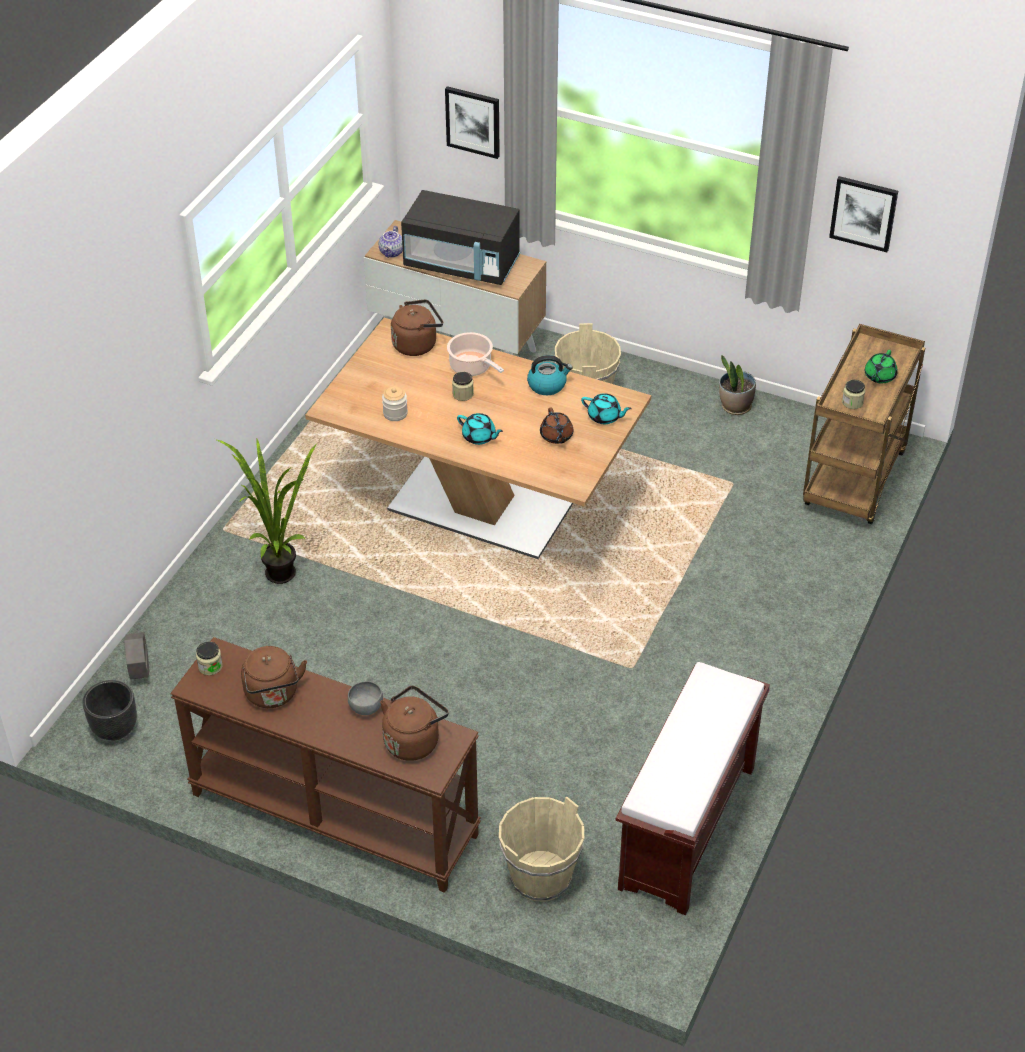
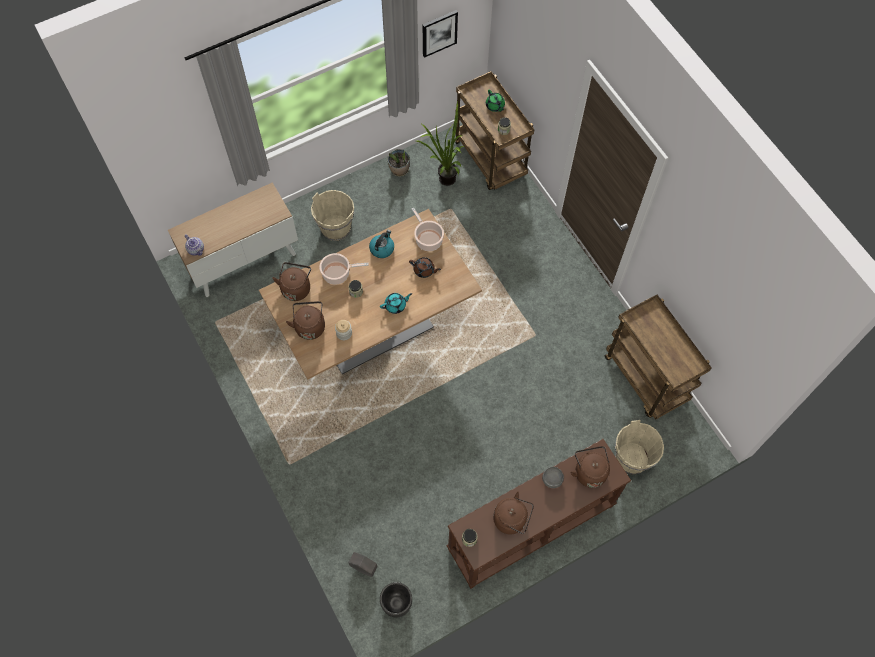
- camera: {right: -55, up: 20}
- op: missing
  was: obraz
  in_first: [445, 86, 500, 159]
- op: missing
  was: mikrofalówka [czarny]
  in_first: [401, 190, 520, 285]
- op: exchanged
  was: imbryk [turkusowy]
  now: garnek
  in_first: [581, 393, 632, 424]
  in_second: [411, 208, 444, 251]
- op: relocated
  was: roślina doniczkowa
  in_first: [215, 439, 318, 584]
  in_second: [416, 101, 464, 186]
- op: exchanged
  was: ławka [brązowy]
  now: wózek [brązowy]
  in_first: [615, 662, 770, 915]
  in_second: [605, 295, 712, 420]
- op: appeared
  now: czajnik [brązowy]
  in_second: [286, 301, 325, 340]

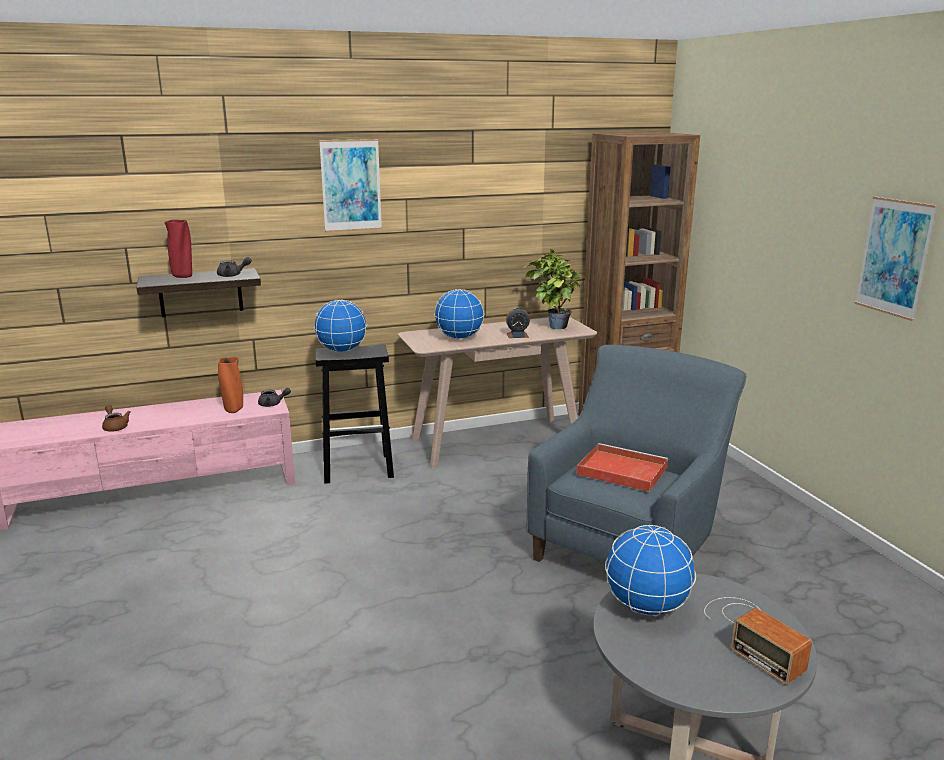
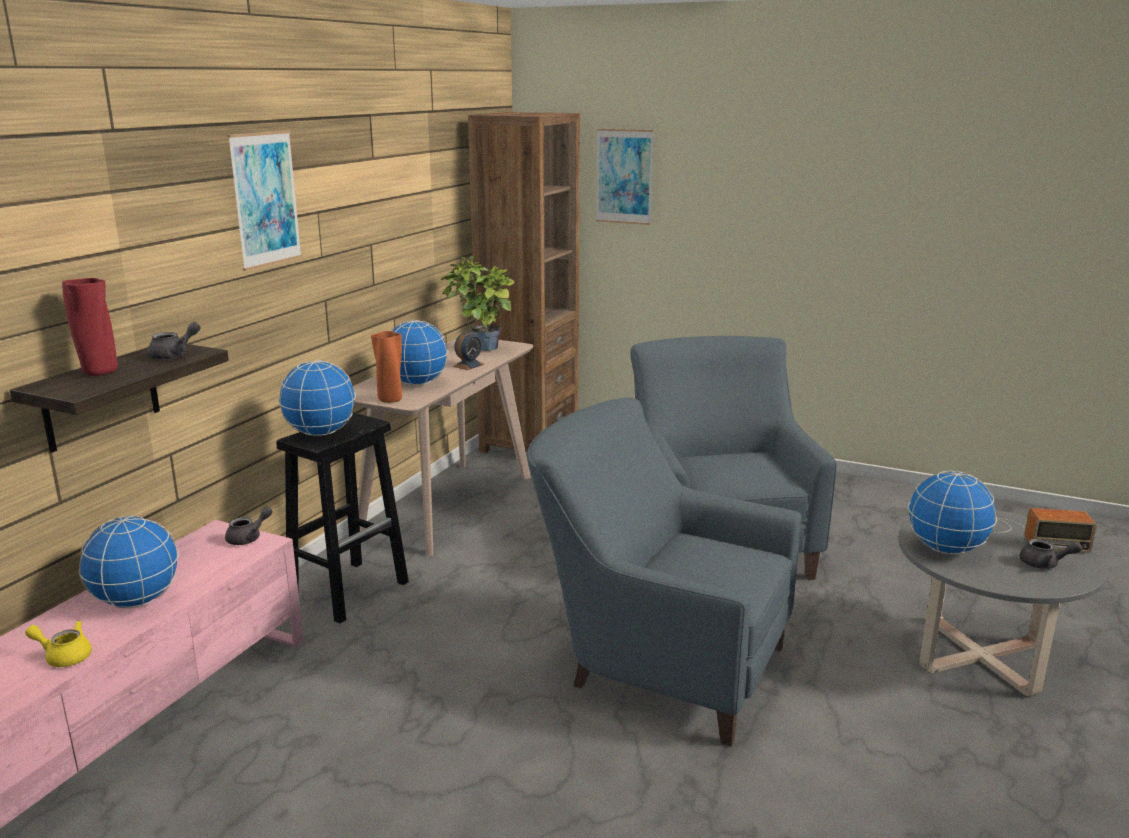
- camera: {right: -45, up: 0}
- op: relocated
  was: obraz
  in_first: [854, 196, 938, 321]
  in_second: [596, 129, 654, 225]
- op: relocated
  was: wazon [pomarańczowy]
  in_first: [218, 357, 243, 413]
  in_second: [371, 331, 402, 403]
- op: colour
  was: imbryk [brązowy]
  now: imbryk [żółty]
  in_first: [102, 405, 130, 432]
  in_second: [25, 621, 92, 667]
- op: missing
  was: taca [czerwony]
  in_first: [577, 443, 668, 492]
- op: appeared
  now: fotel [niebieski]
  in_second: [527, 398, 802, 747]
- op: appeared
  now: globus
  in_second: [79, 516, 179, 608]
- op: appeared
  now: imbryk [szary]
  in_second: [1020, 539, 1083, 569]

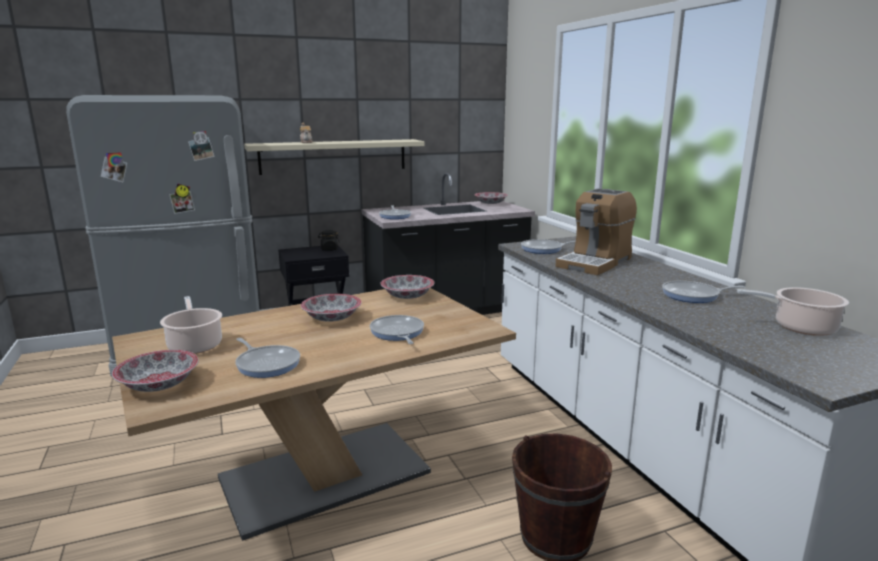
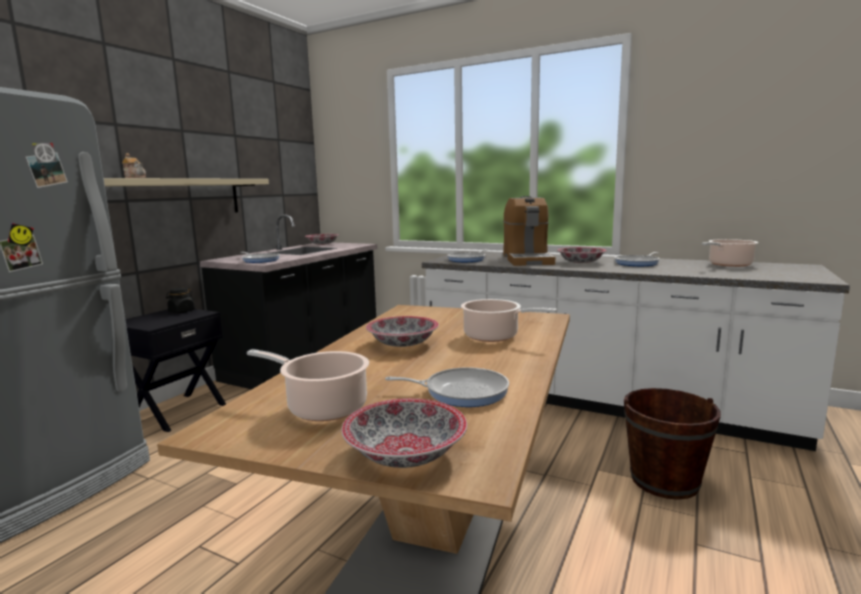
- camera: {right: -40, up: -5}
- op: relocated
  was: miska
  in_first: [380, 275, 434, 299]
  in_second: [557, 247, 607, 263]
- op: exchanged
  was: patelnia
  now: garnek
  in_first: [370, 315, 424, 344]
  in_second: [461, 299, 557, 342]

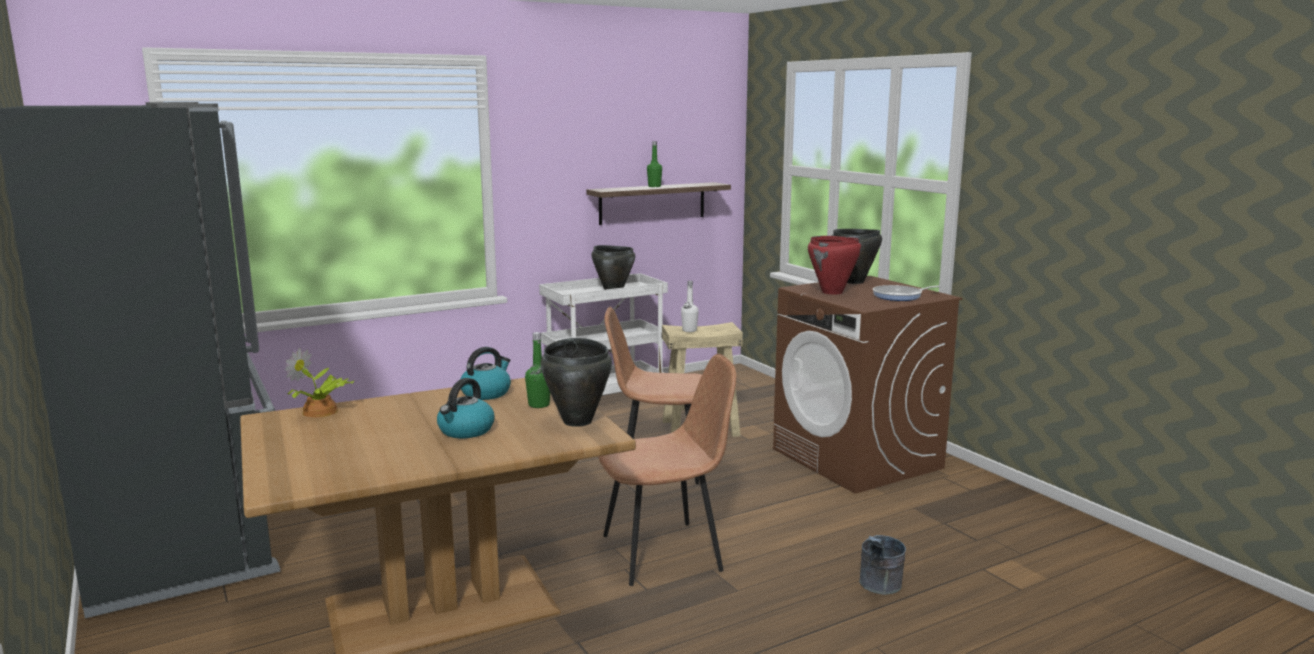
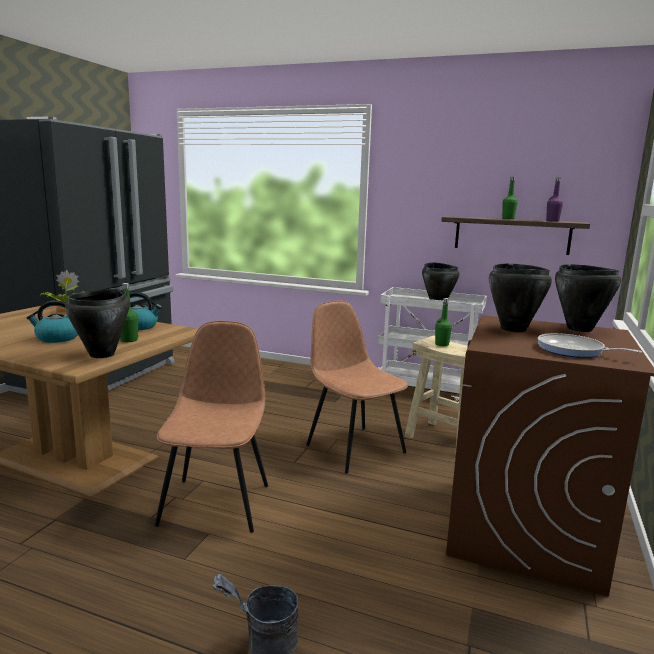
- camera: {right: 50, up: 0}
- op: colour
  was: garnek [czerwony]
  now: garnek [czarny]
  in_first: [808, 236, 861, 294]
  in_second: [489, 263, 552, 332]
- op: colour
  was: butelka [biały]
  now: butelka [zielony]
  in_first: [681, 281, 699, 332]
  in_second: [435, 298, 452, 346]
- op: spun
  was: krzesło [brązowy]
  in_first: [598, 354, 736, 586]
  in_second: [155, 321, 268, 533]
  clockwise: -120
- op: appeared
  now: butelka [fioletowy]
  in_second: [546, 177, 563, 222]

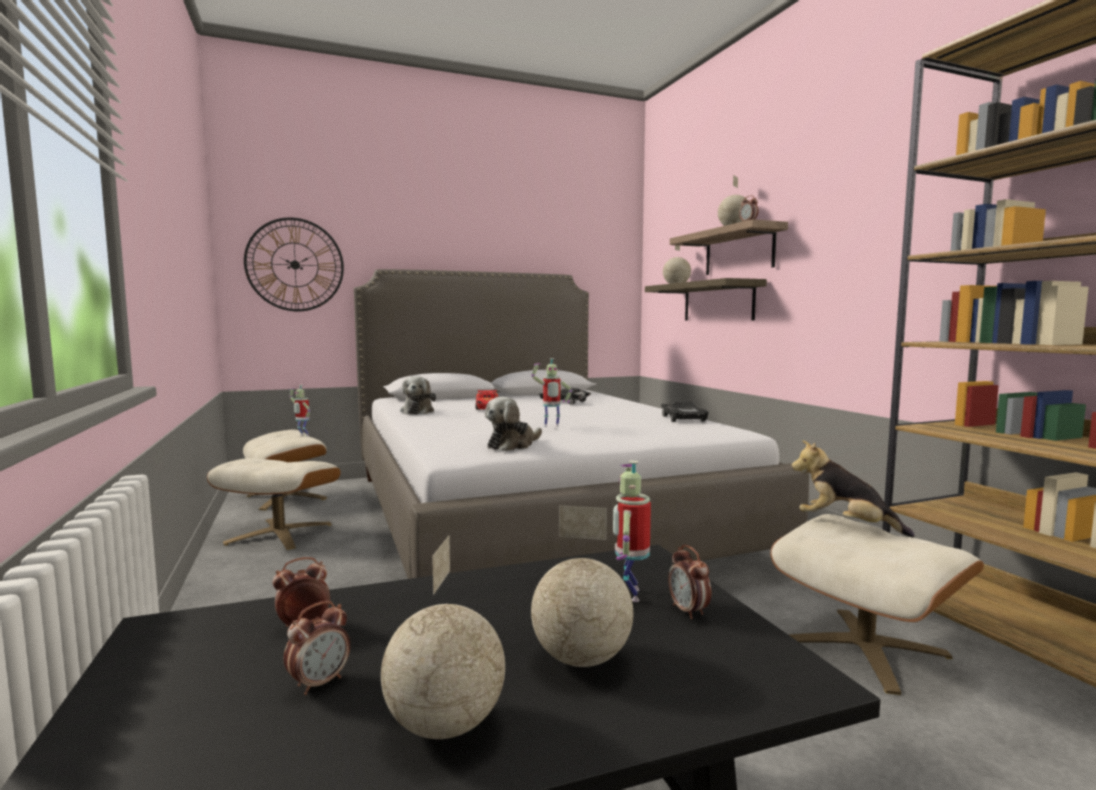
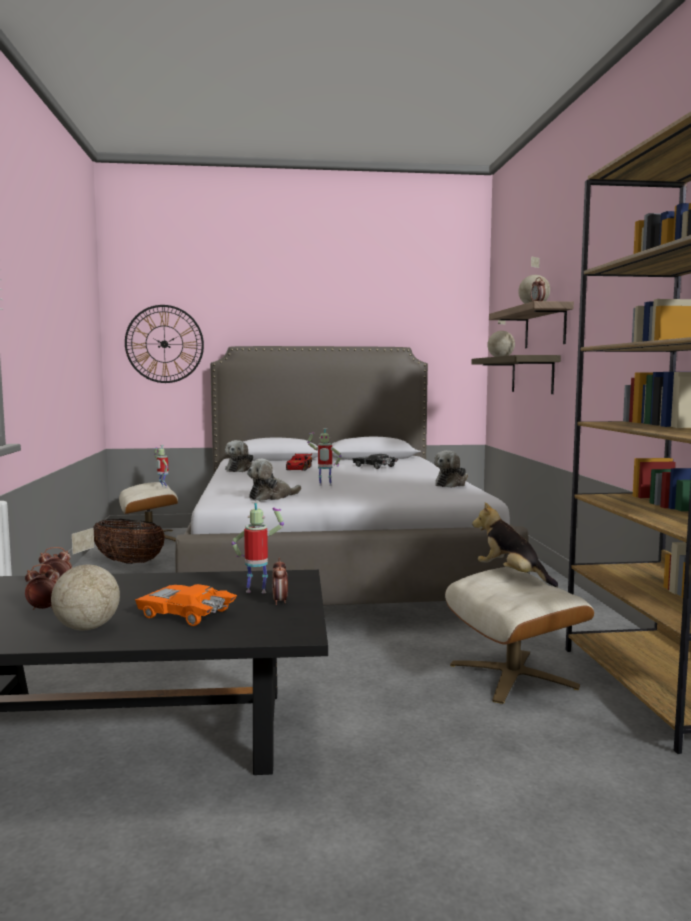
- camera: {right: 15, up: 0}
- op: exchanged
  was: samochodzik [czarny]
  now: pluszak
  in_first: [661, 401, 709, 422]
  in_second: [434, 450, 468, 488]
- op: exchanged
  was: pufa [beżowy]
  now: koszyk
  in_first: [207, 458, 341, 550]
  in_second: [93, 519, 165, 564]
- op: spun
  was: robot zabawkowy
  in_first: [613, 461, 651, 602]
  in_second: [231, 501, 284, 593]
  clockwise: 75
- op: exchanged
  was: globus
  now: samochodzik [pomarańczowy]
  in_first: [531, 505, 633, 667]
  in_second: [135, 584, 237, 626]
- op: spun
  was: budzik
  in_first: [284, 601, 350, 695]
  in_second: [25, 564, 59, 610]
  clockwise: -150

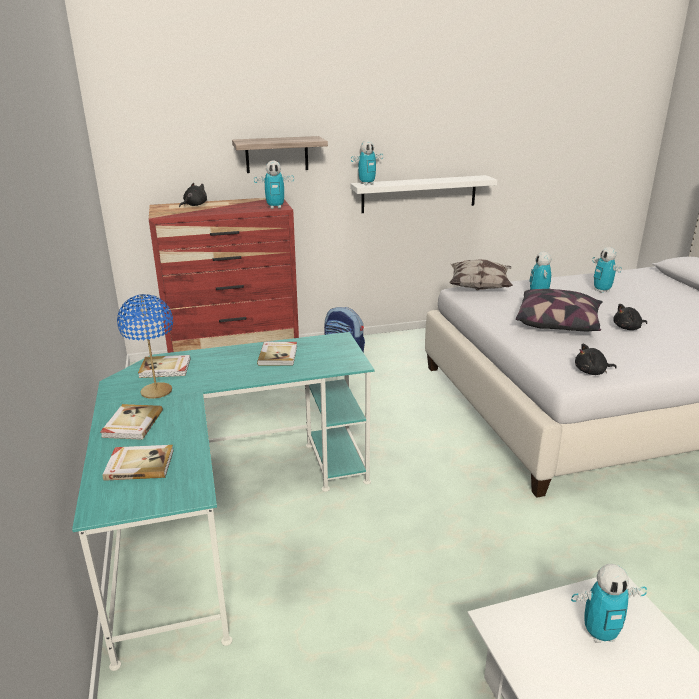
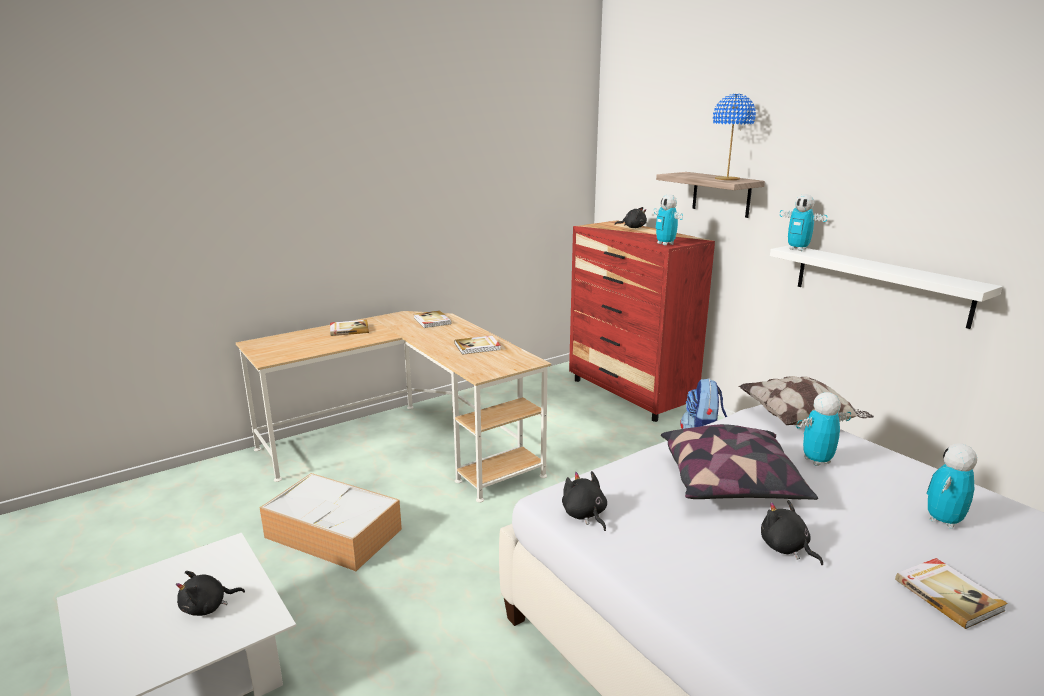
- camera: {right: 70, up: -5}
- op: relocated
  was: lampa stołowa [niebieski]
  in_first: [117, 294, 173, 399]
  in_second: [713, 94, 756, 180]
- op: colour
  was: biurko [turkusowy]
  now: biurko [beżowy]
  in_first: [72, 332, 375, 671]
  in_second: [236, 311, 551, 502]
- op: relocated
  was: książka
  in_first: [103, 445, 174, 481]
  in_second: [895, 558, 1008, 629]
- op: exchanged
  was: robot zabawkowy
  now: pluszak [czarny]
  in_first: [571, 564, 647, 643]
  in_second: [176, 571, 245, 616]
- op: appeared
  now: pojemnik do przechowywania
  in_second: [259, 473, 402, 571]

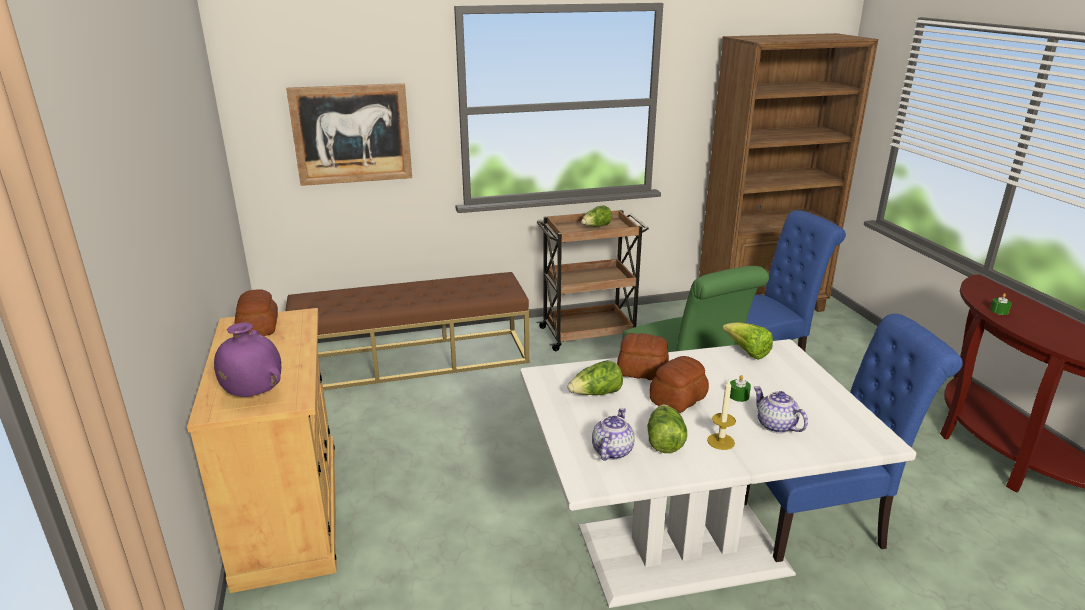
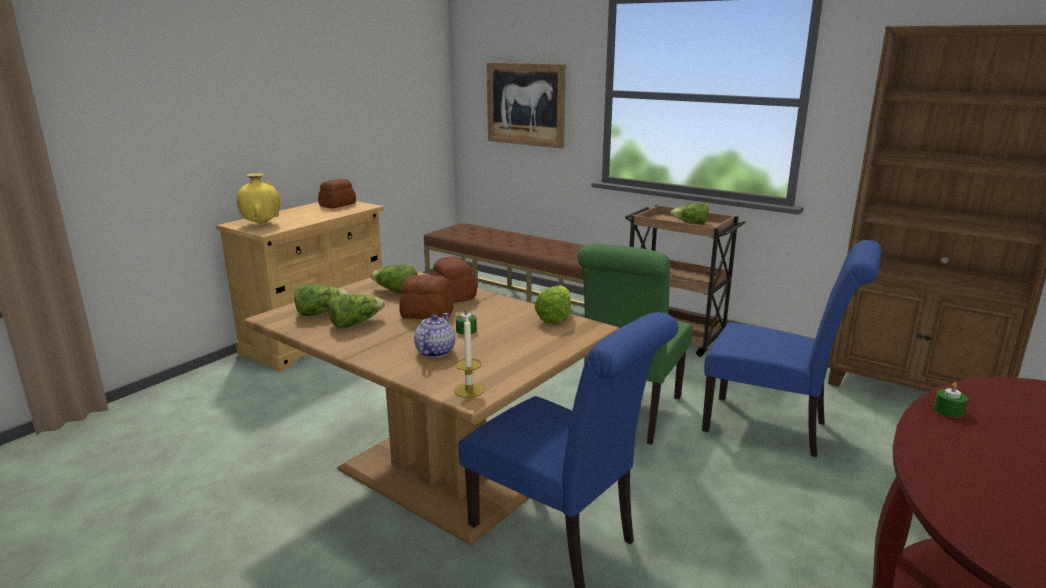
- camera: {right: 50, up: -5}
- op: colour
  was: wazon [fioletowy]
  now: wazon [żółty]
  in_first: [214, 323, 281, 397]
  in_second: [237, 173, 280, 225]
- op: colour
  was: stół jadalny [biały]
  now: stół jadalny [brązowy]
  in_first: [520, 339, 916, 608]
  in_second: [244, 271, 619, 545]
- op: relocated
  was: świeca
  in_first: [707, 380, 736, 450]
  in_second: [454, 317, 484, 398]
- op: exchanged
  was: imbryk
  now: sałata
  in_first: [592, 408, 635, 461]
  in_second: [295, 284, 350, 316]

